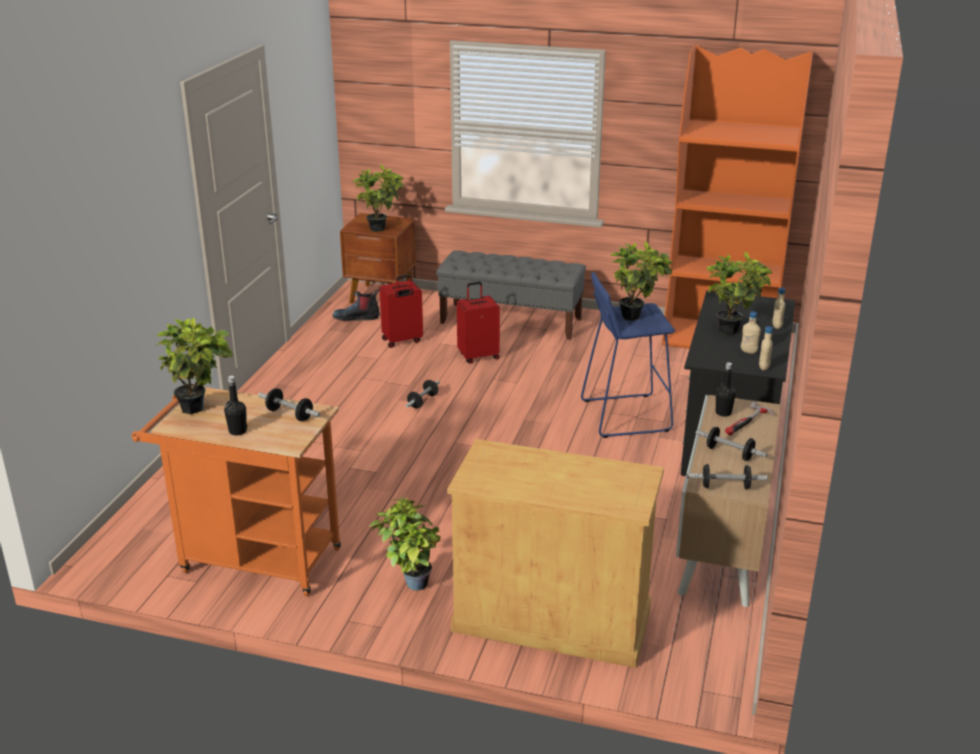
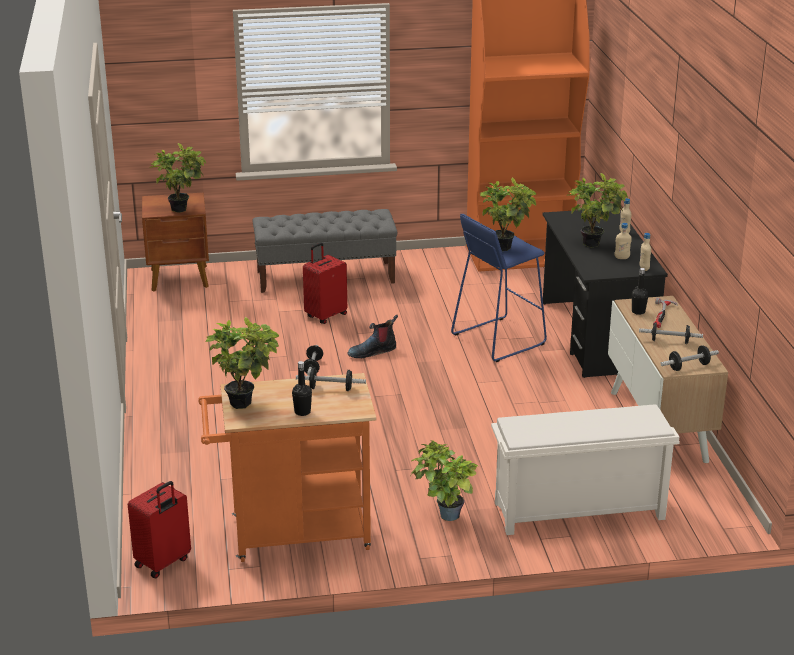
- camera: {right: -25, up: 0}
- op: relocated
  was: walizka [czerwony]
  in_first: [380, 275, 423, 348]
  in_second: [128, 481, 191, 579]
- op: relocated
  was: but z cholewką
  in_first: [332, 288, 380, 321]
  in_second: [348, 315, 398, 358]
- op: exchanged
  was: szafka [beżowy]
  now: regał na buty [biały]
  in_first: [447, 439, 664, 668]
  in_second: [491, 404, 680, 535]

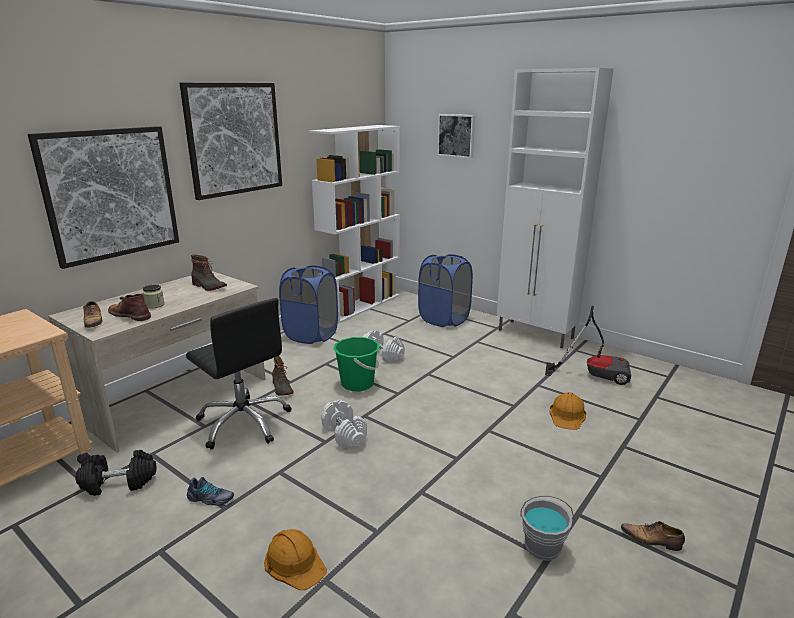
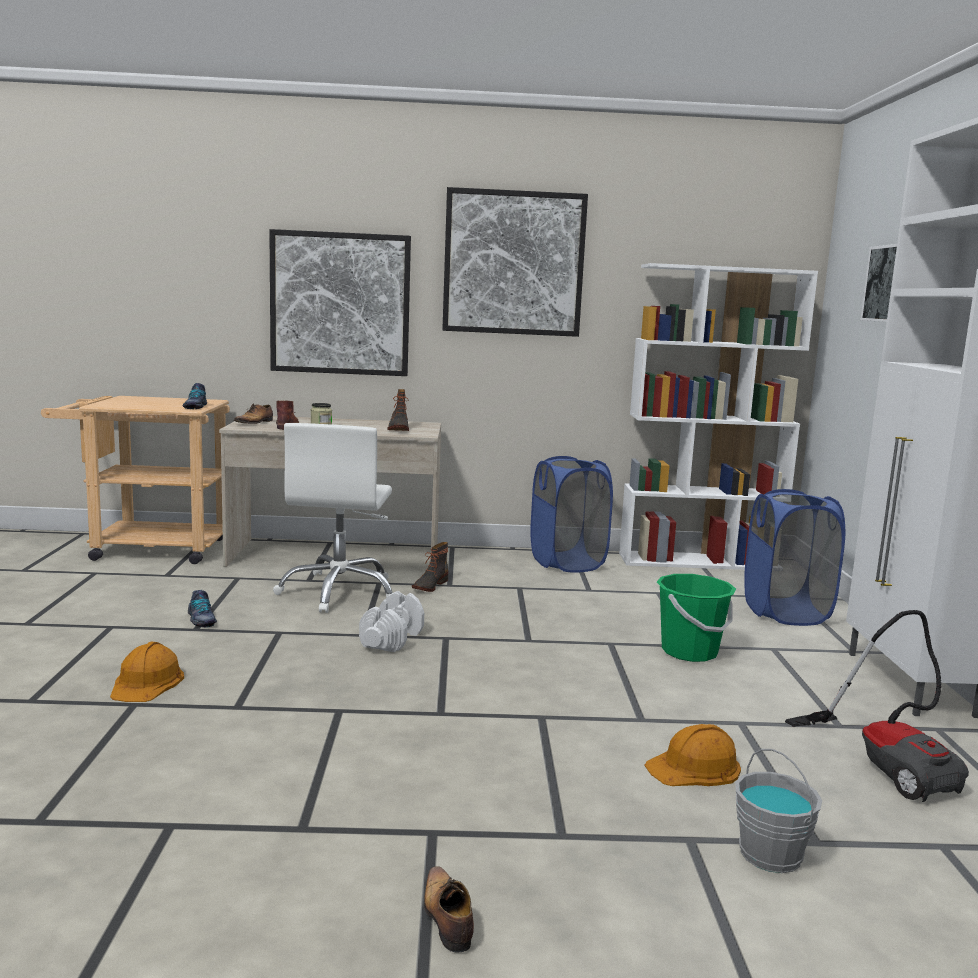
- camera: {right: 50, up: -10}
- op: colour
  was: krzesło biurowe [czarny]
  now: krzesło biurowe [biały]
  in_first: [186, 298, 292, 449]
  in_second: [273, 423, 392, 613]
- op: missing
  was: hantel [biały]
  in_first: [363, 330, 405, 362]
- op: relocated
  was: wiadro [zielony]
  in_first: [333, 337, 380, 391]
  in_second: [657, 574, 736, 662]
- op: missing
  was: hantel [czarny]
  in_first: [75, 450, 156, 496]
- op: relocated
  was: wiadro [szary]
  in_first: [520, 495, 574, 561]
  in_second: [735, 749, 822, 873]
- op: appeared
  now: but
  in_second: [183, 383, 207, 409]

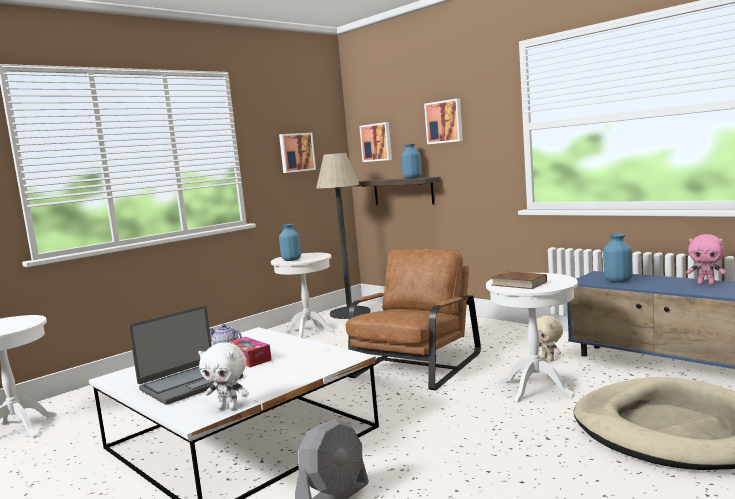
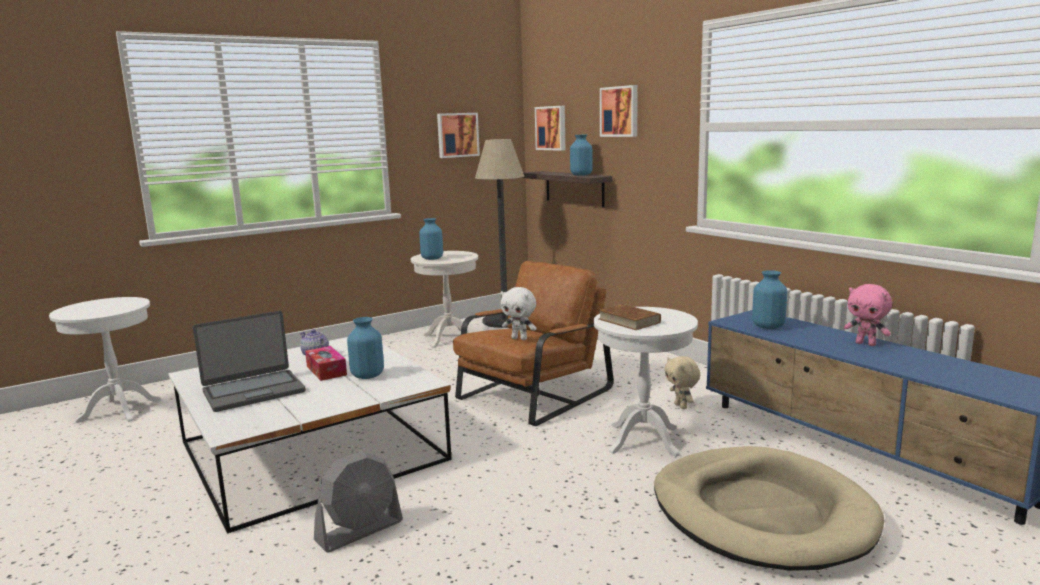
- camera: {right: 10, up: 5}
- op: relocated
  was: pluszak [biały]
  in_first: [198, 342, 249, 410]
  in_second: [501, 287, 537, 340]
- op: appeared
  now: wazon [niebieski]
  in_second: [347, 317, 384, 379]

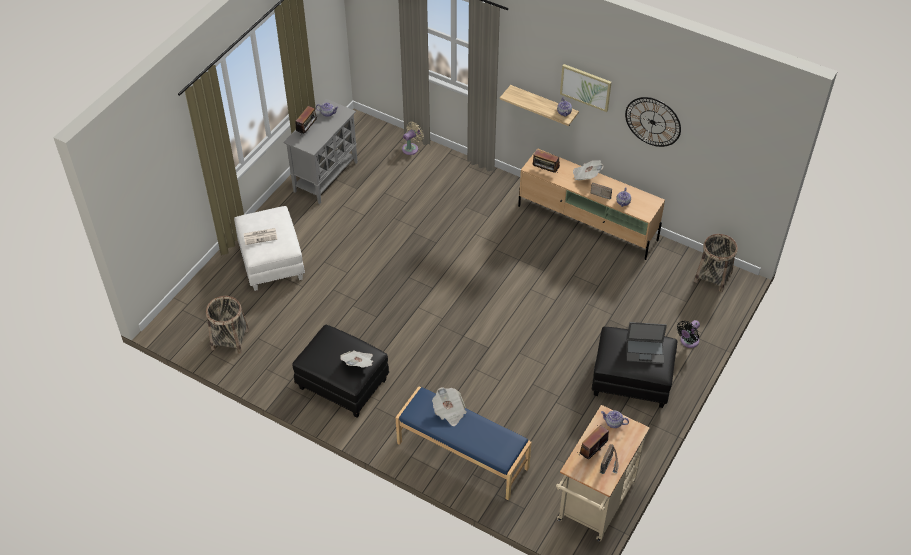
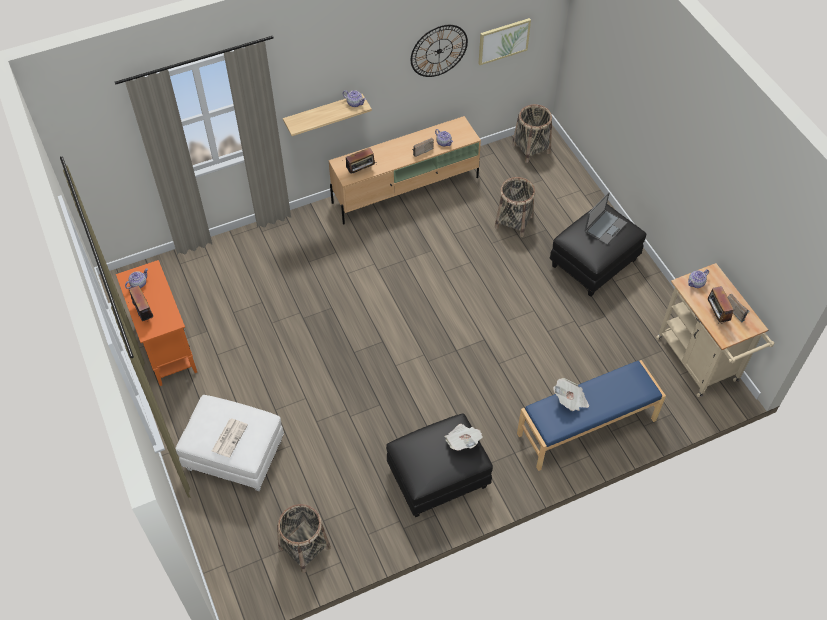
- camera: {right: -55, up: 5}
- op: relocated
  was: obraz
  in_first: [560, 64, 612, 112]
  in_second: [478, 18, 531, 65]
- op: colour
  was: szafka [szary]
  now: szafka [pomarańczowy]
  in_first: [284, 99, 358, 204]
  in_second: [116, 260, 197, 386]
- op: missing
  was: wentylator [beżowy]
  in_first: [402, 122, 424, 155]
- op: missing
  was: gazeta
  in_first: [573, 160, 603, 181]
- op: missing
  was: wentylator [czarny]
  in_first: [677, 320, 700, 348]
- op: appeared
  now: koszyk
  in_second: [495, 177, 535, 237]

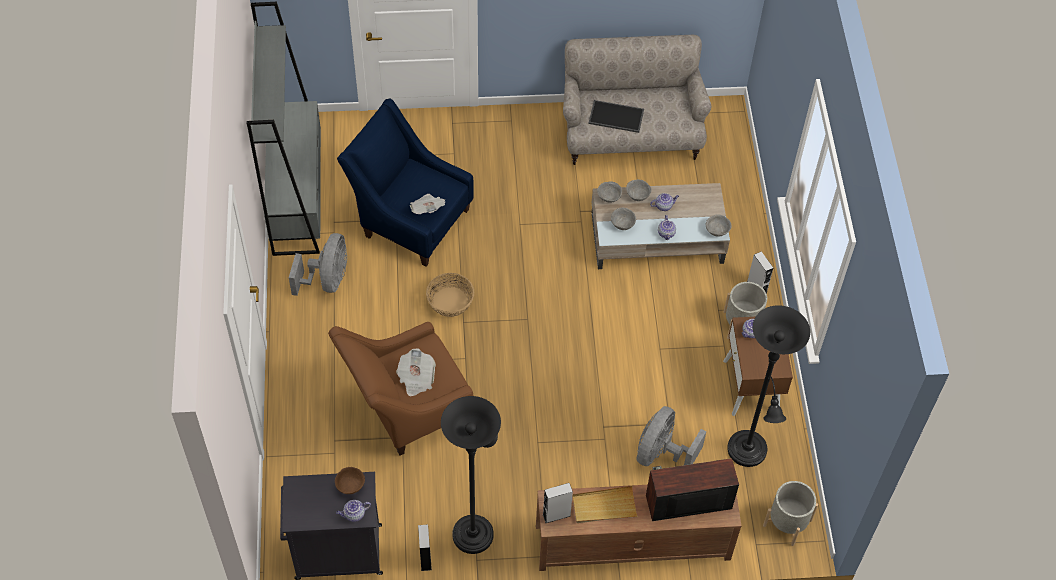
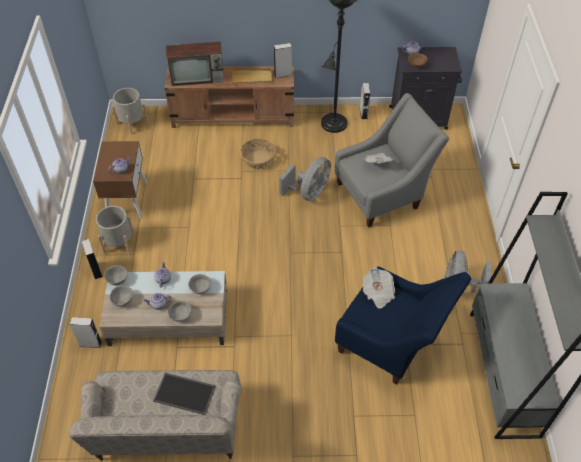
- camera: {right: -175, up: -5}
- op: relocated
  was: miska [szary]
  in_first: [597, 181, 622, 203]
  in_second: [110, 286, 133, 306]
- op: relocated
  was: koszyk
  in_first: [426, 273, 475, 317]
  in_second: [240, 139, 276, 169]
- op: missing
  was: lampa stojąca [czarny]
  in_first: [727, 305, 810, 467]
- op: colour
  was: fotel [brązowy]
  now: fotel [szary]
  in_first: [328, 322, 473, 455]
  in_second: [335, 93, 449, 227]
- op: relocated
  was: wentylator [szary]
  in_first: [636, 406, 706, 466]
  in_second: [279, 157, 331, 201]
- op: appeared
  now: głośnik [szary]
  in_second: [70, 317, 102, 348]

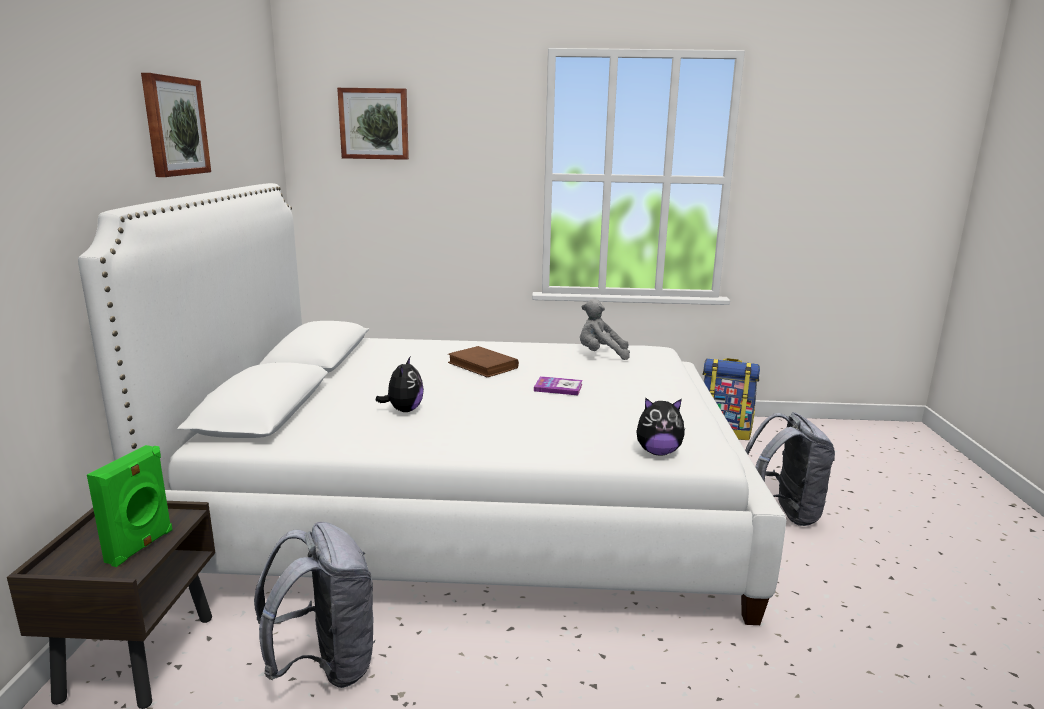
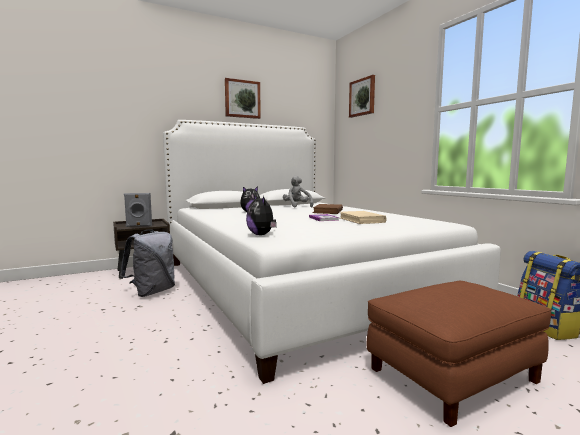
- camera: {right: 60, up: -10}
- op: relocated
  was: pluszak [szary]
  in_first: [580, 299, 630, 360]
  in_second: [283, 176, 313, 208]
- op: exchanged
  was: plecak [szary]
  now: pufa [brązowy]
  in_first: [745, 412, 835, 526]
  in_second: [367, 281, 552, 427]
- op: colour
  was: głośnik [zielony]
  now: głośnik [szary]
  in_first: [87, 445, 173, 567]
  in_second: [124, 193, 152, 227]
- op: appeared
  now: książka [beżowy]
  in_second: [340, 211, 387, 224]

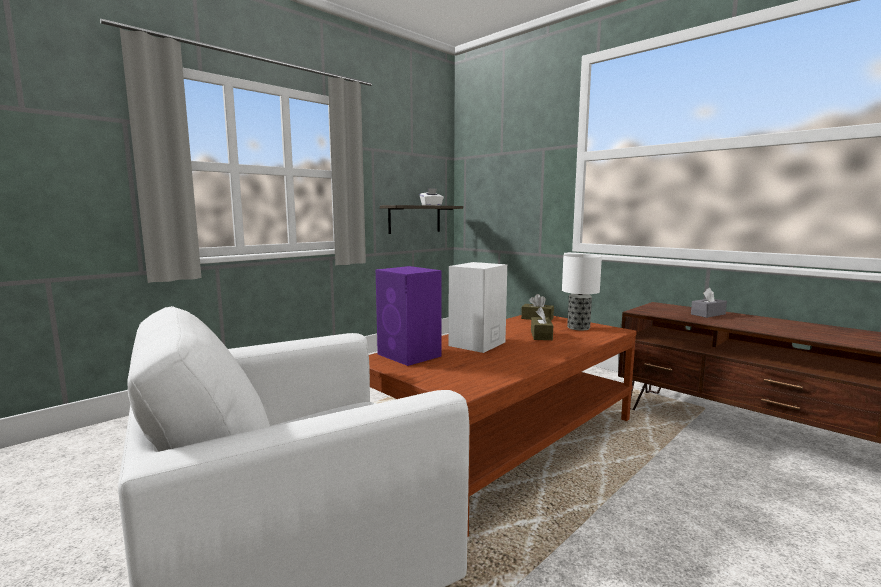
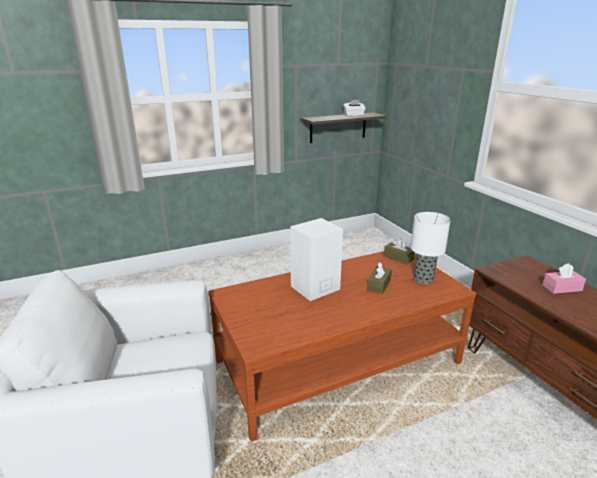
- camera: {right: 20, up: 15}
- op: missing
  was: głośnik [fioletowy]
  in_first: [376, 266, 442, 366]
- op: colour
  was: pudełko chusteczek [szary]
  now: pudełko chusteczek [różowy]
  in_first: [691, 288, 727, 318]
  in_second: [543, 263, 586, 294]

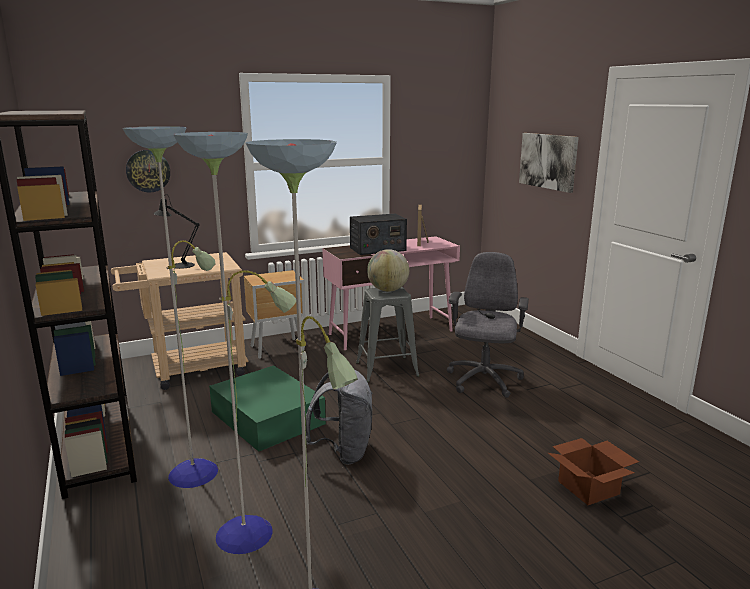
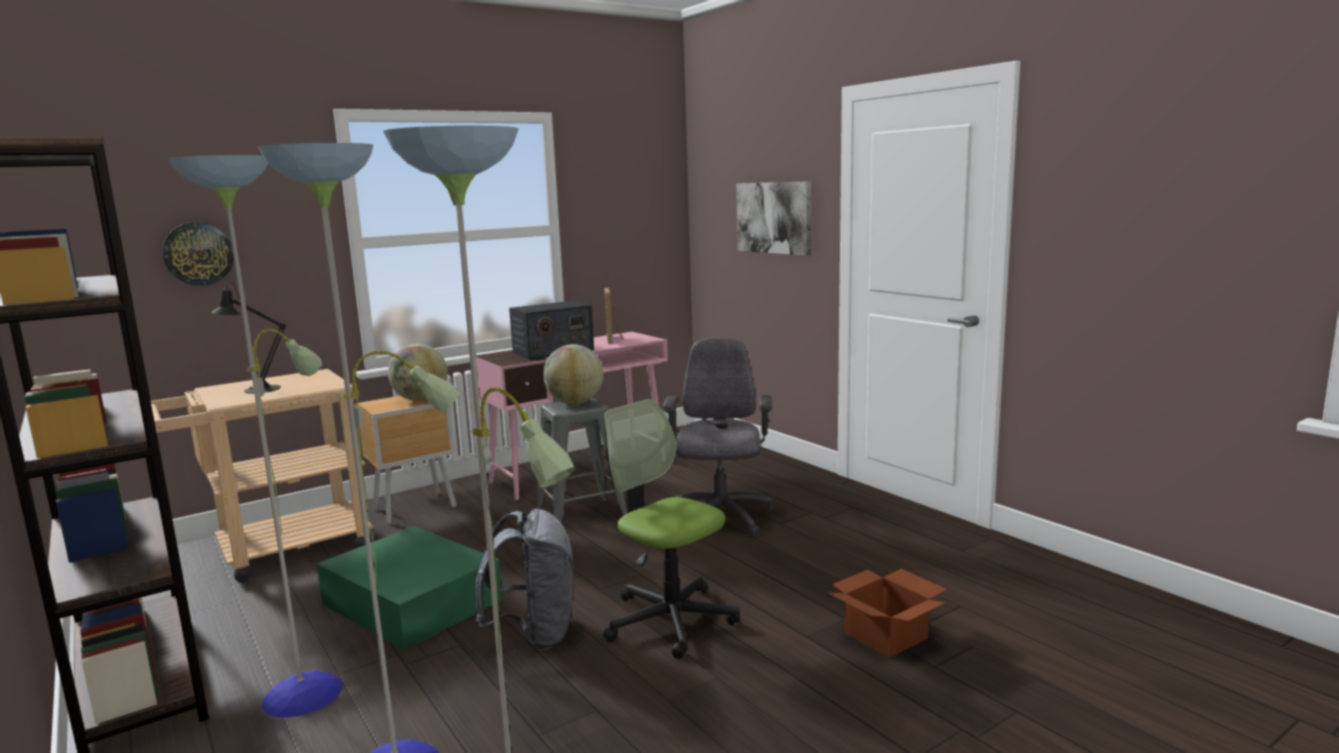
- camera: {right: -10, up: -5}
- op: appeared
  now: globus
  in_second: [388, 344, 448, 401]
- op: appeared
  now: krzesło biurowe
  in_second: [603, 399, 740, 659]

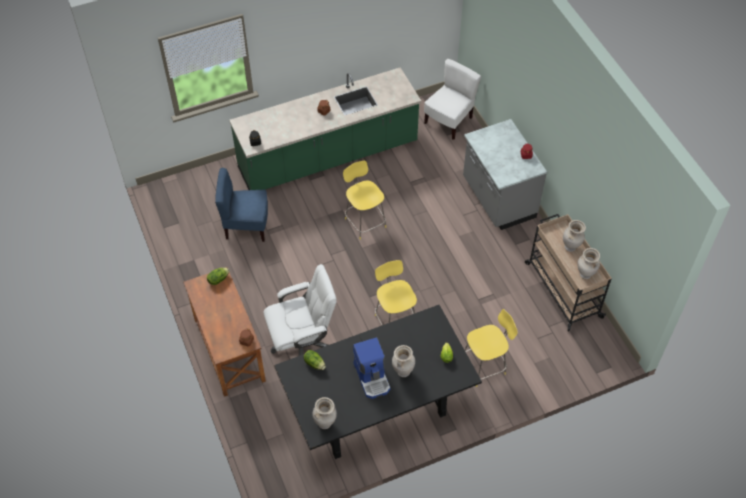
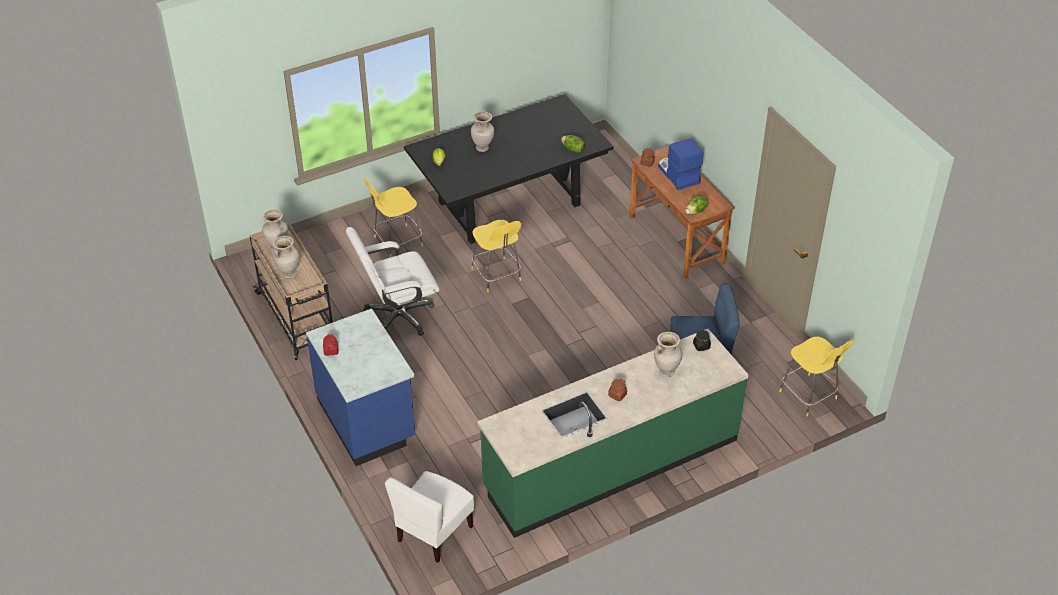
- camera: {right: 175, up: -10}
- op: colour
  was: zabudowa kuchenna [szary]
  now: zabudowa kuchenna [niebieski]
  in_first: [463, 119, 547, 230]
  in_second: [306, 308, 415, 466]
- op: relocated
  was: stołek [żółty]
  in_first: [343, 160, 386, 240]
  in_second: [779, 337, 853, 416]
- op: relocated
  was: krzesło biurowe [biały]
  in_first: [263, 264, 337, 356]
  in_second: [346, 227, 439, 336]
- op: relocated
  was: ekspres do kawy
  in_first: [353, 337, 390, 399]
  in_second: [658, 139, 704, 190]
- op: relocated
  was: wazon [beżowy]
  in_first: [312, 397, 337, 429]
  in_second: [654, 332, 682, 377]

